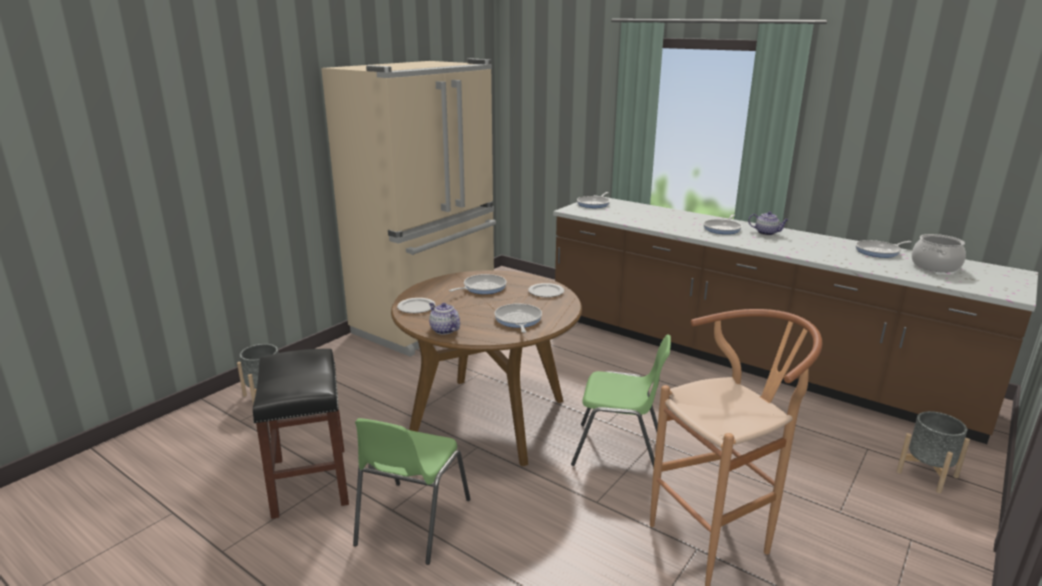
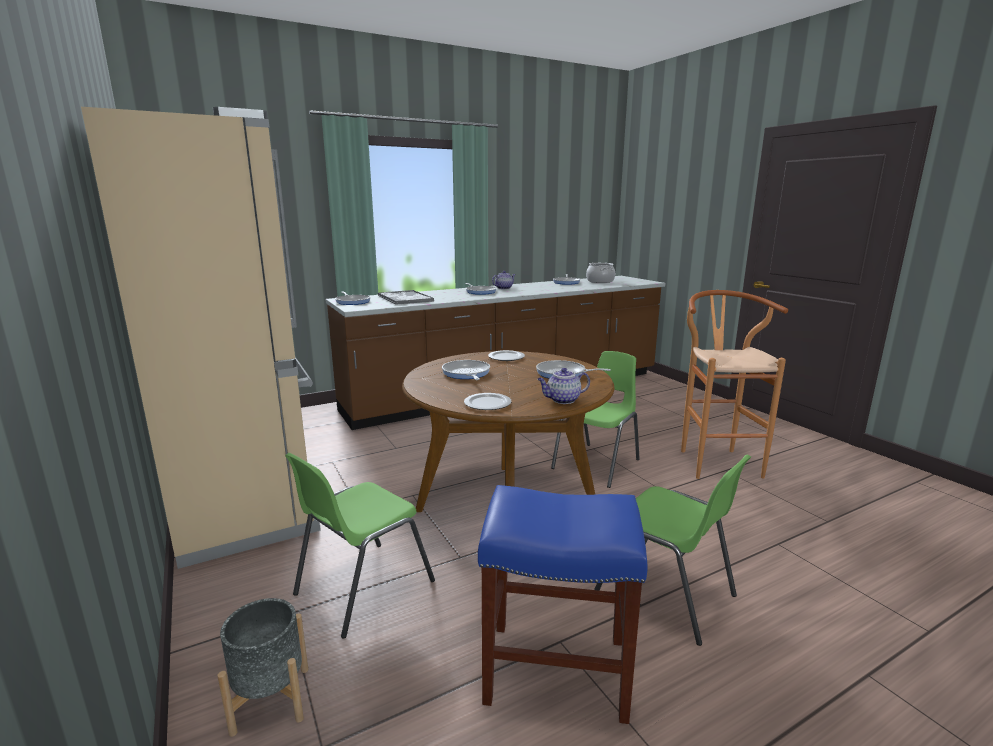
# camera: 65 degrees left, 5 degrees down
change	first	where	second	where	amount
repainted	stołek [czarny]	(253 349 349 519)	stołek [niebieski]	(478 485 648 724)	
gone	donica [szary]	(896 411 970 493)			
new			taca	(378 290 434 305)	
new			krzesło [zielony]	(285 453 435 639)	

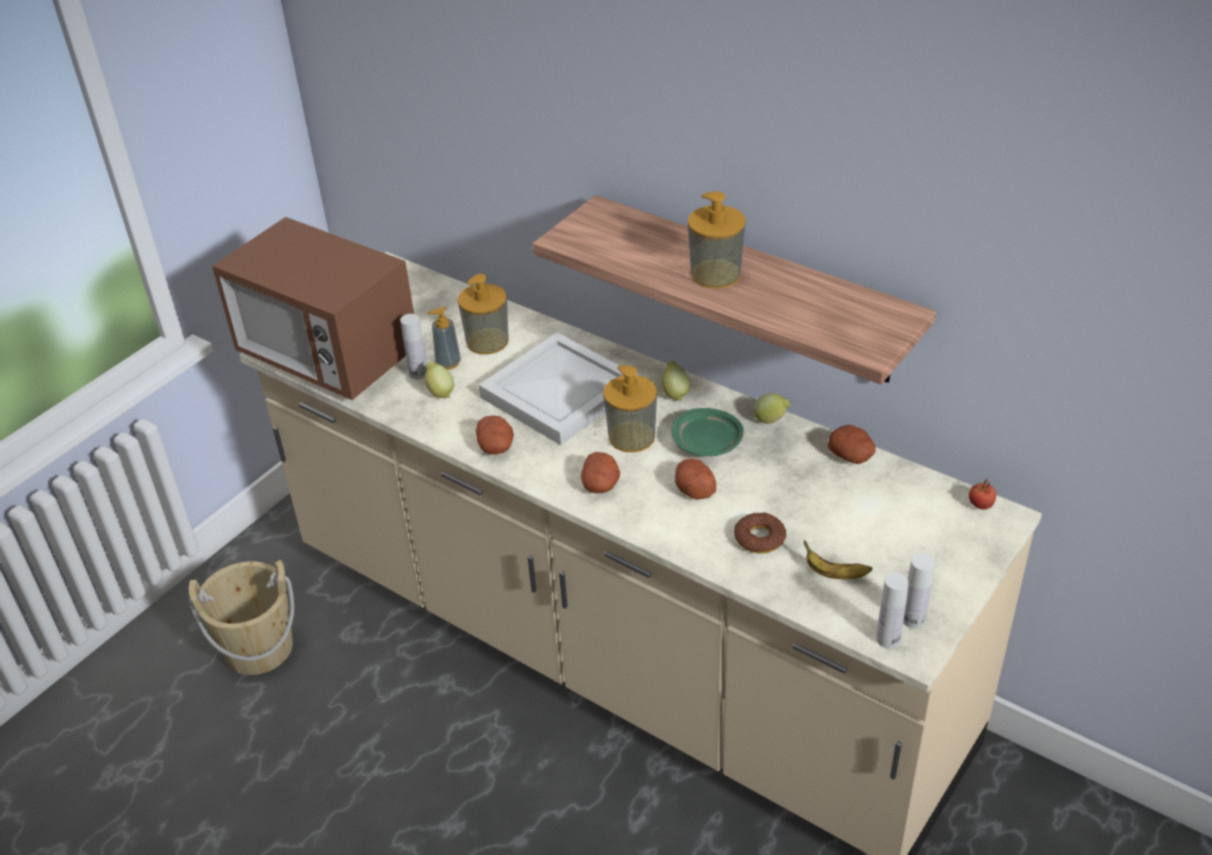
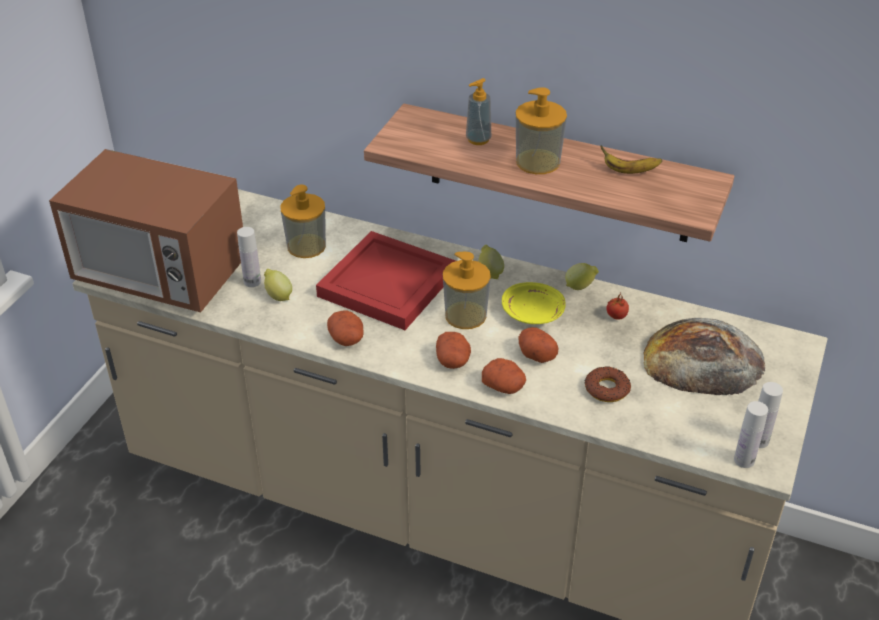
# camera: 15 degrees left, 0 degrees up
change	first	where	second	where	amount
shifted	dozownik mydła	(428 307 461 370)		(466 78 491 145)	
repainted	taca [biały]	(479 332 637 445)	taca [czerwony]	(316 231 456 330)	
repainted	talerz [zielony]	(671 408 744 456)	talerz [żółty]	(502 282 566 324)	
shifted	ziemniak	(828 425 876 464)		(482 358 526 394)	
shifted	pomidor	(969 478 996 509)		(606 293 629 320)	
shifted	banan	(804 540 872 579)		(600 145 662 174)	
gone	wiadro [beżowy]	(189 560 294 675)			
new			chleb	(643 318 766 395)	

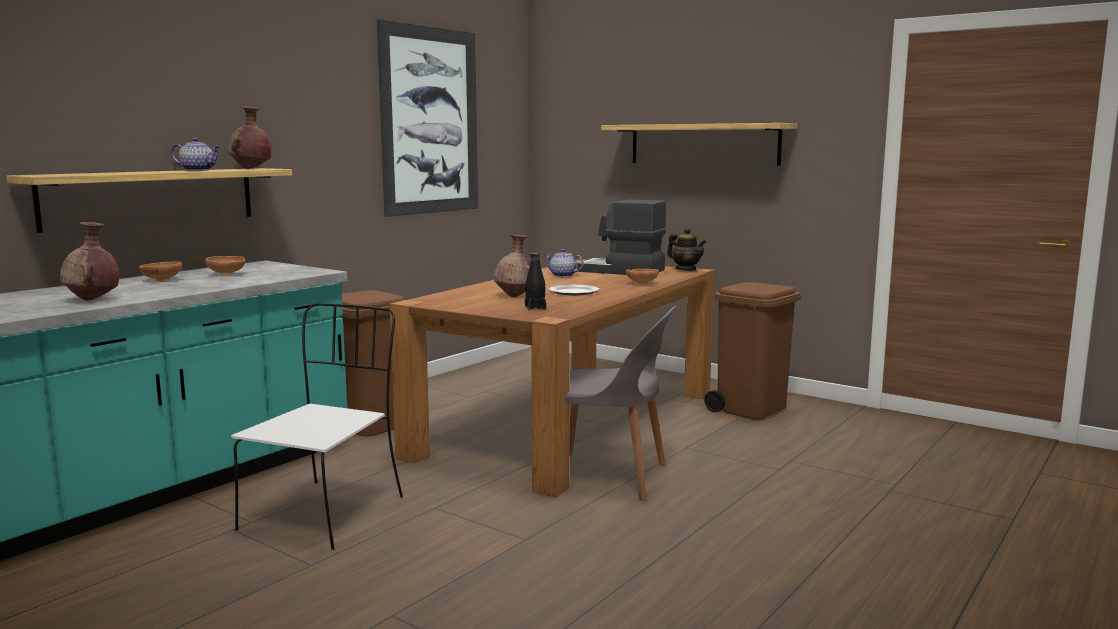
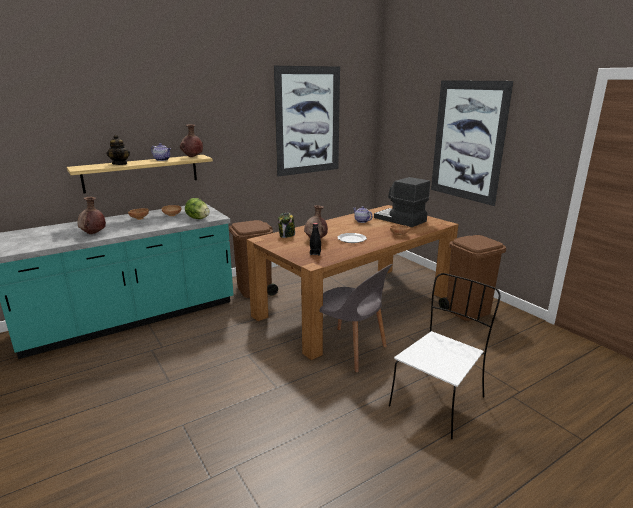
# camera: 20 degrees right, 10 degrees up
change	first	where	second	where	amount
swapped	półka	(601 123 797 166)	obraz	(431 80 514 206)	
shifted	imbryk	(667 227 706 271)		(106 135 130 165)	
shifted	krzesło [biały]	(231 303 403 550)		(389 273 501 439)	
new			sałata	(185 198 210 219)	
new			słoik	(278 213 295 238)	

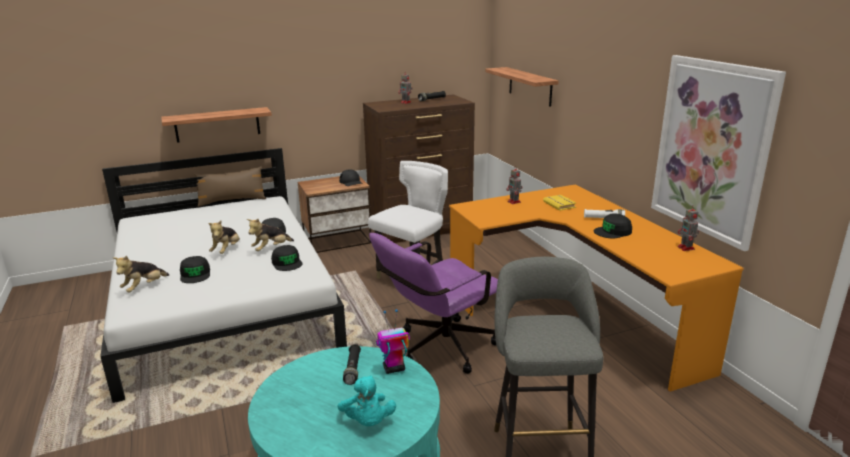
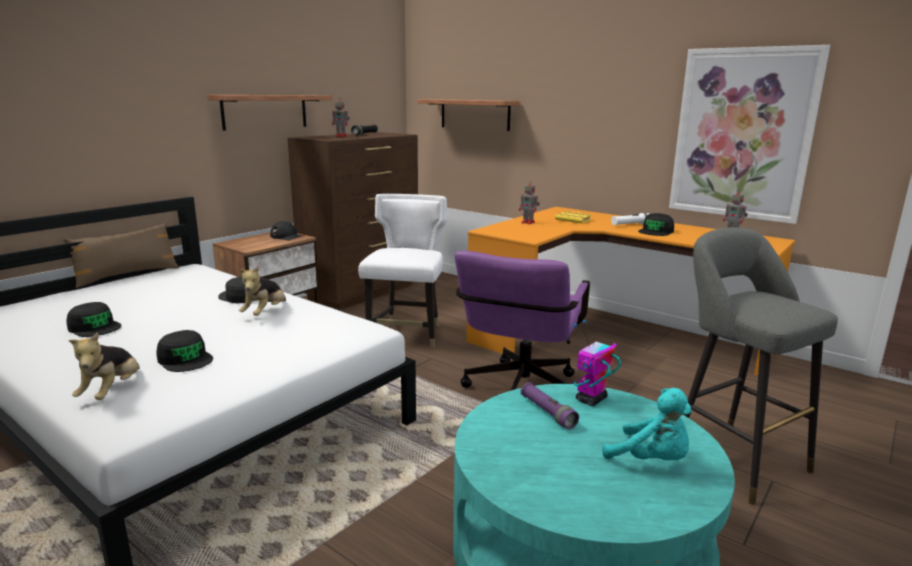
# camera: 30 degrees left, 5 degrees down
change	first	where	second	where	amount
shifted	półka	(161 107 272 143)		(207 95 333 131)	
gone	pluszak	(208 220 240 254)			
shifted	czapka z daszkiem [czarny]	(271 245 302 271)		(66 302 121 337)	
repainted	latarka [czarny]	(343 344 361 385)	latarka [fioletowy]	(521 382 579 429)	

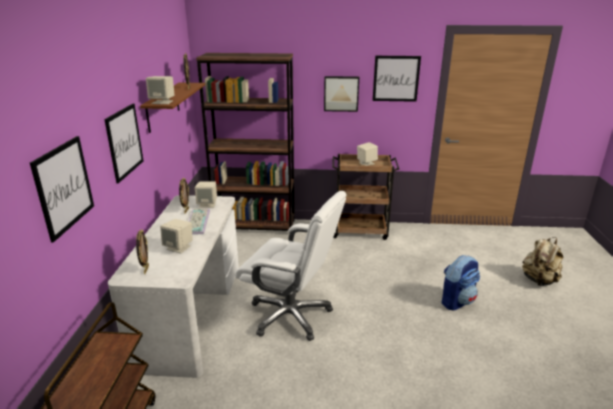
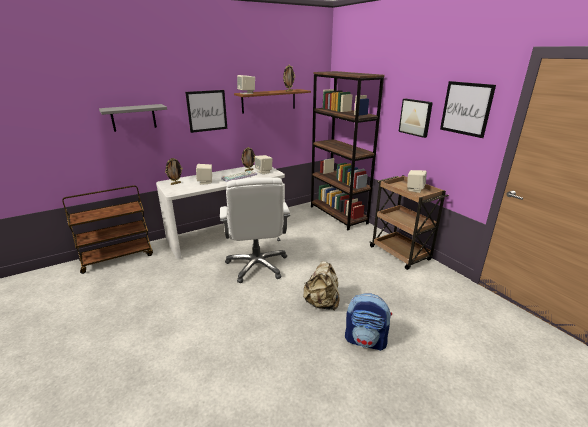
# camera: 55 degrees right, 0 degrees up
change	first	where	second	where	amount
swapped	obraz	(30 136 94 242)	półka [szary]	(99 104 167 132)	
shifted	plecak [beżowy]	(522 237 563 286)		(303 261 340 310)	

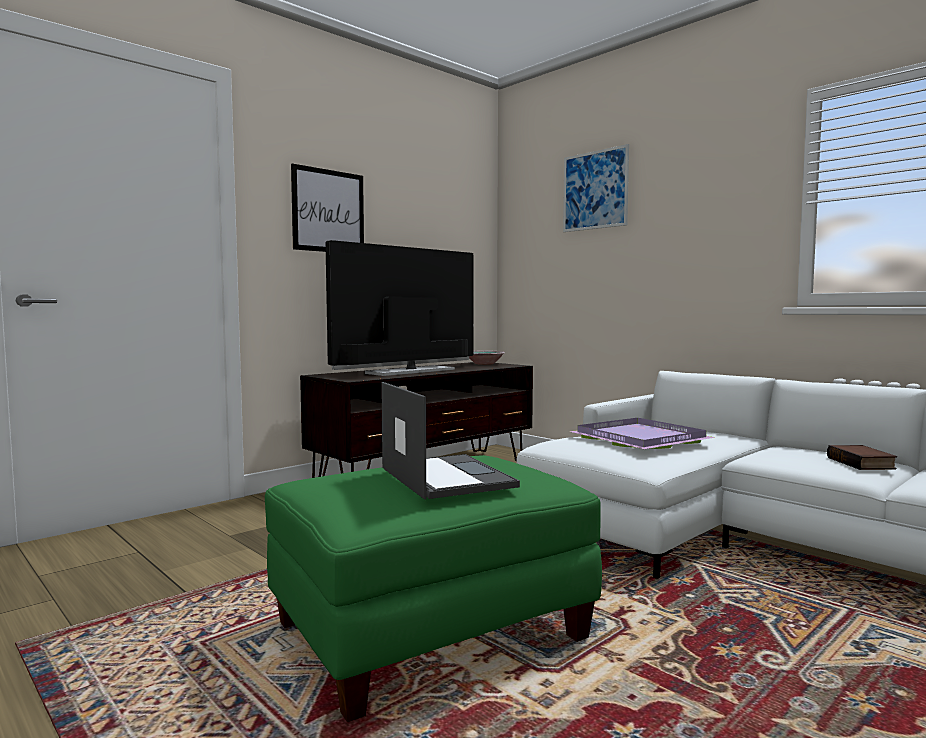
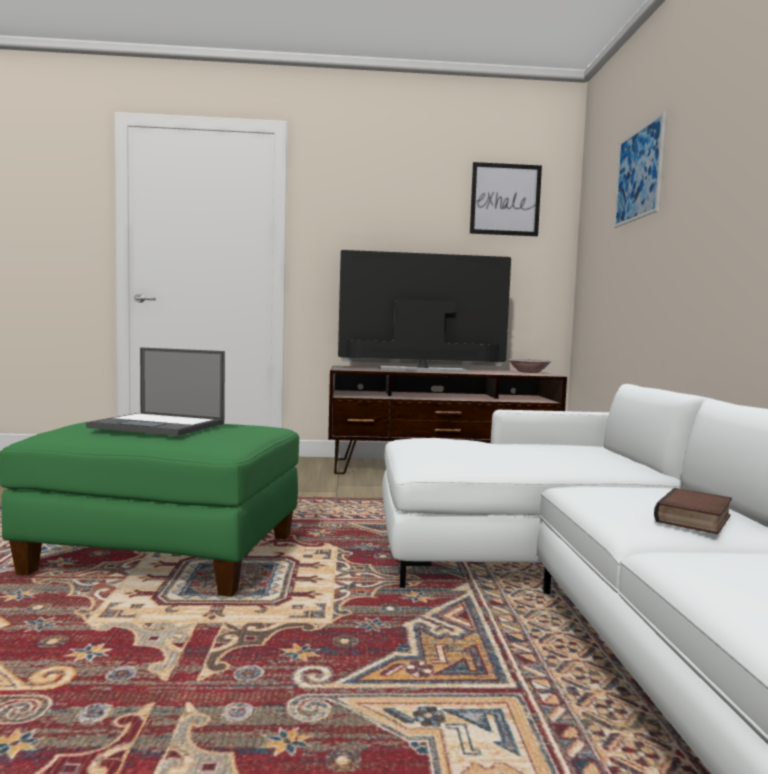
# camera: 40 degrees right, 0 degrees up
change	first	where	second	where	amount
shifted	obraz	(291 164 364 252)		(470 162 542 236)	
rotated	laptop	(381 382 520 499)		(86 347 225 436)	90 degrees clockwise
gone	taca [fioletowy]	(569 418 716 449)			

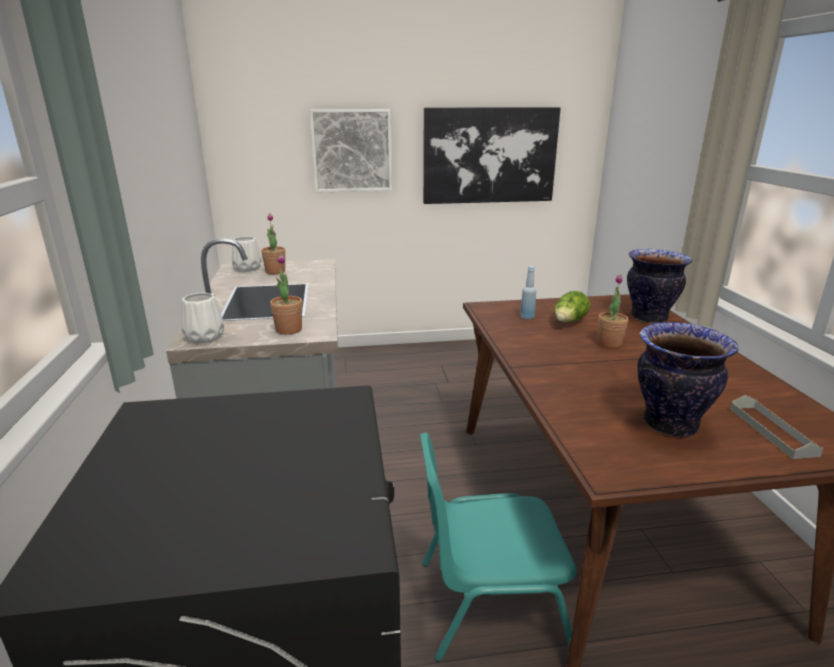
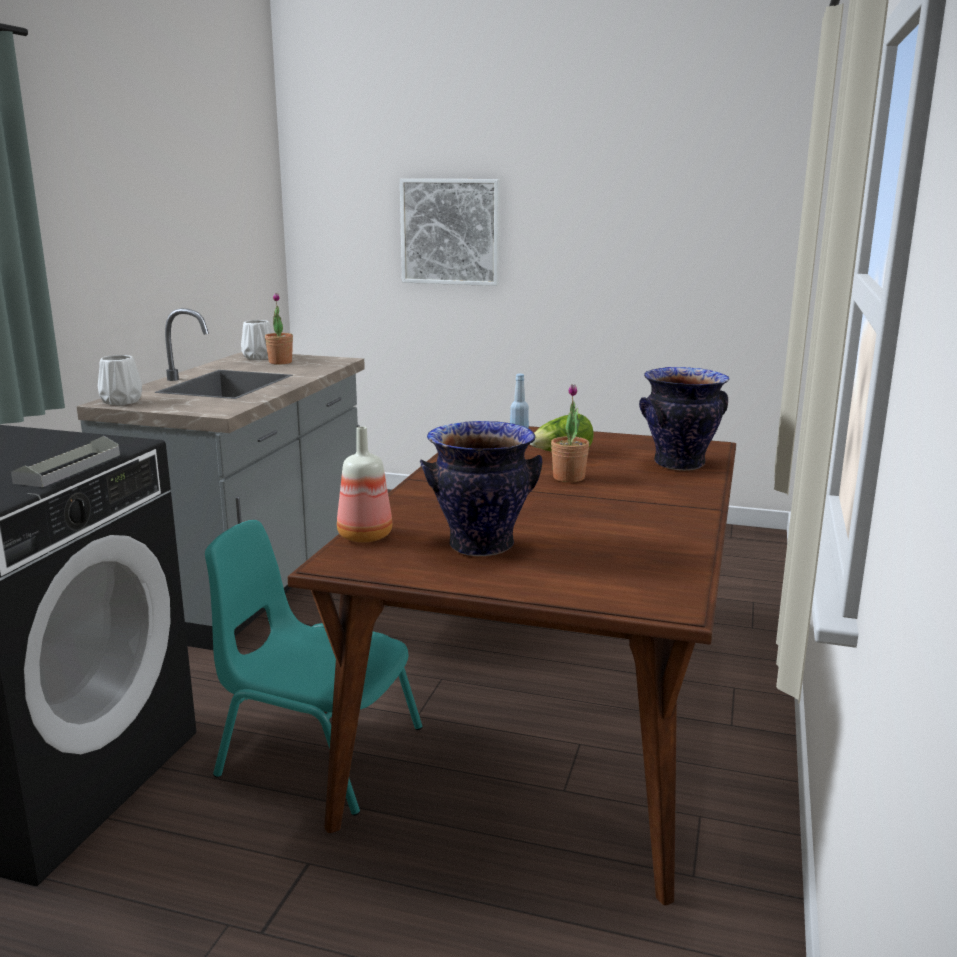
# camera: 25 degrees right, 5 degrees down
change	first	where	second	where	amount
gone	obraz	(423 107 561 204)			
gone	roślina doniczkowa	(270 254 302 335)			
shifted	taca [szary]	(730 395 823 459)		(11 436 120 487)	
new			butelka	(337 426 392 543)	

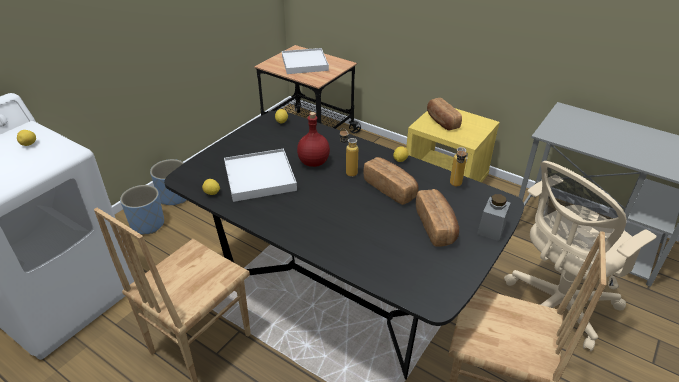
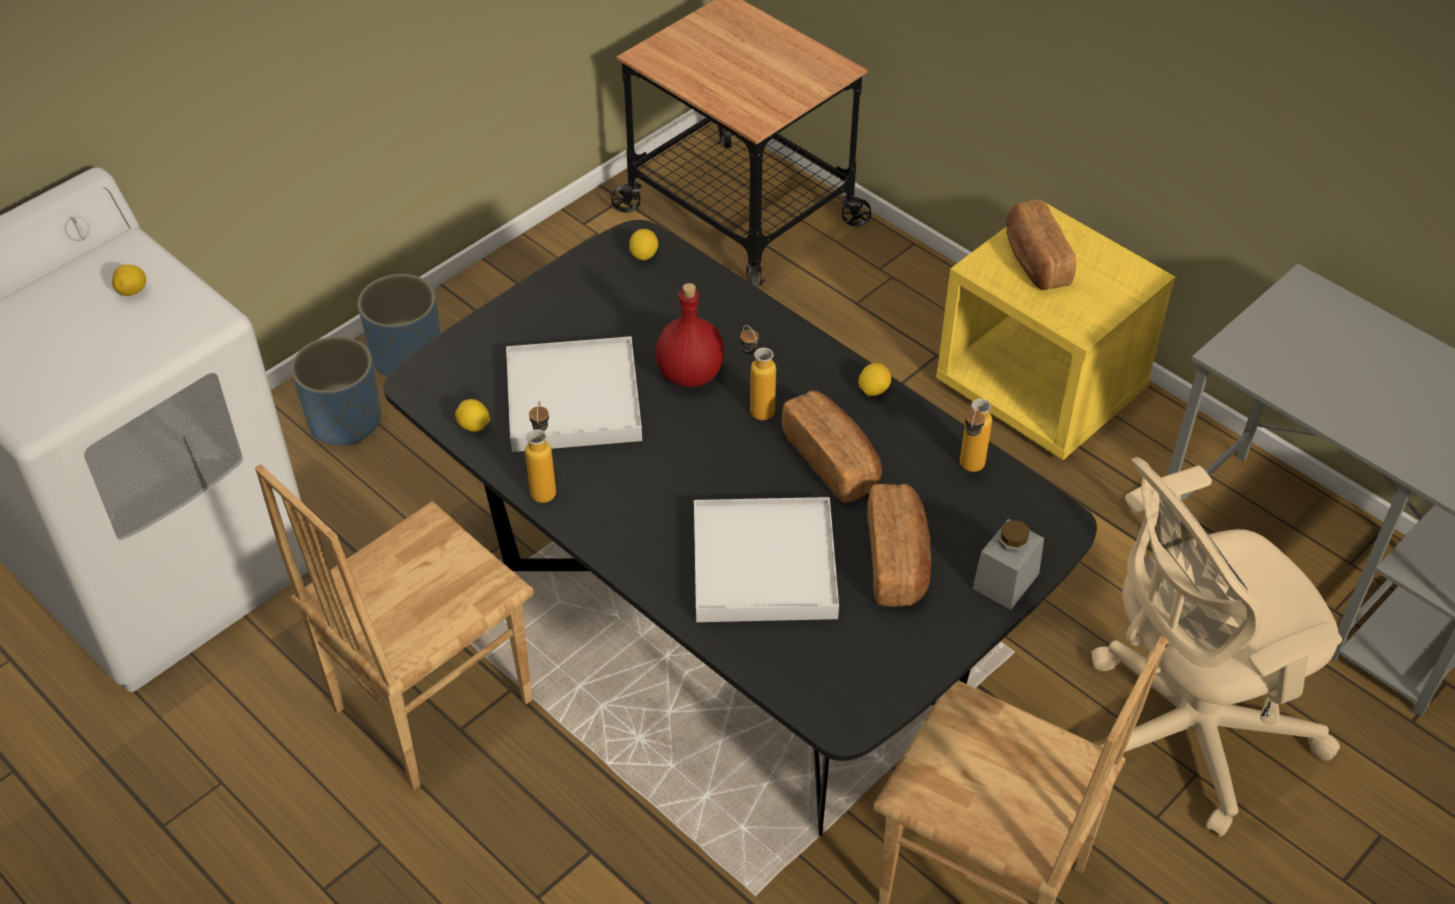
# camera: 10 degrees right, 10 degrees up
change	first	where	second	where	amount
shifted	taca [biały]	(282 48 329 74)		(694 497 839 622)	
new			butelka	(525 401 556 503)	

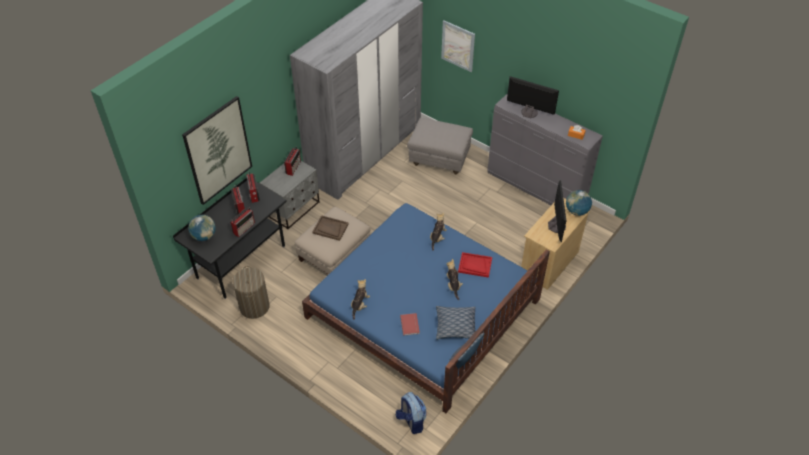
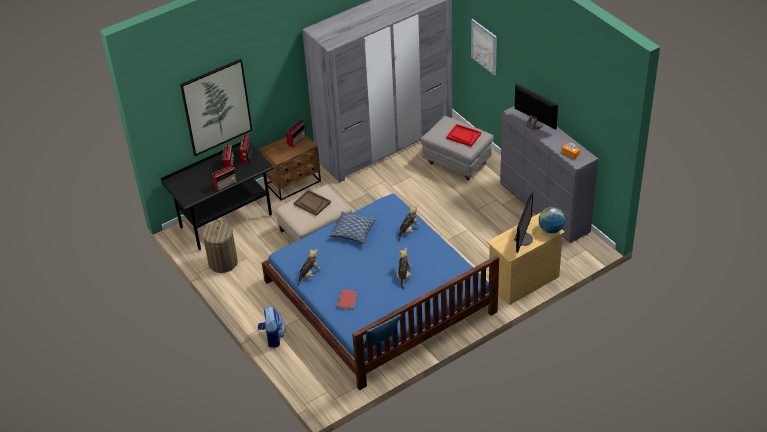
# camera: 20 degrees right, 5 degrees down
change	first	where	second	where	amount
repainted	szafka nocna [szary]	(260 161 319 229)	szafka nocna [brązowy]	(260 135 321 201)	
gone	globus	(188 215 216 241)			
shifted	taca [czerwony]	(458 252 492 278)		(446 124 481 147)	
shifted	poduszka	(436 306 476 340)		(329 211 376 244)	
shifted	plecak	(396 392 427 434)		(258 306 286 348)	

